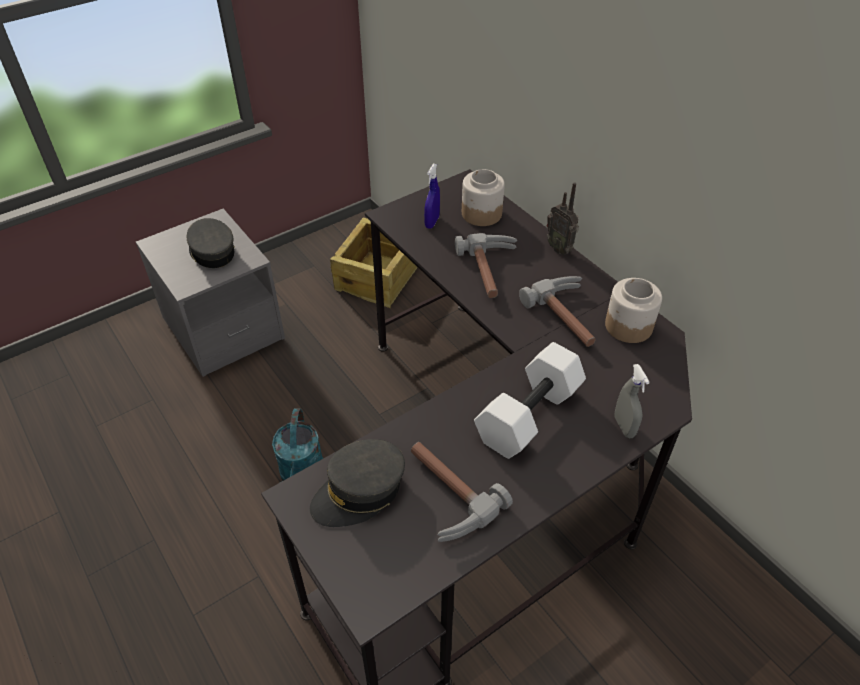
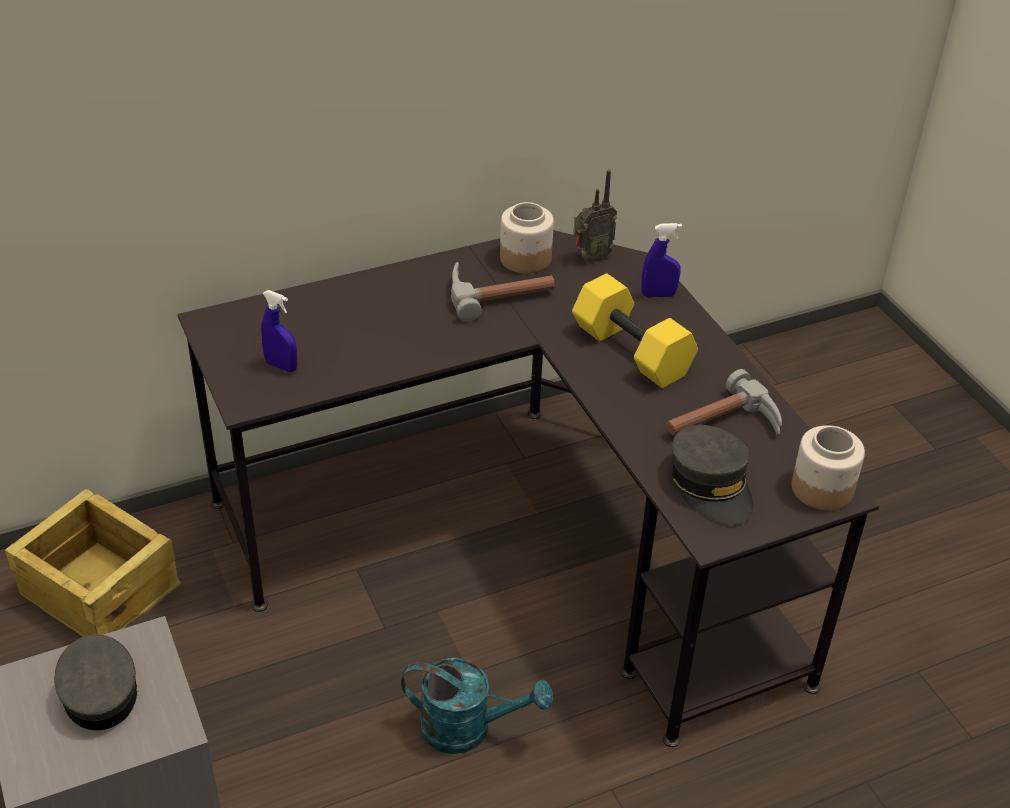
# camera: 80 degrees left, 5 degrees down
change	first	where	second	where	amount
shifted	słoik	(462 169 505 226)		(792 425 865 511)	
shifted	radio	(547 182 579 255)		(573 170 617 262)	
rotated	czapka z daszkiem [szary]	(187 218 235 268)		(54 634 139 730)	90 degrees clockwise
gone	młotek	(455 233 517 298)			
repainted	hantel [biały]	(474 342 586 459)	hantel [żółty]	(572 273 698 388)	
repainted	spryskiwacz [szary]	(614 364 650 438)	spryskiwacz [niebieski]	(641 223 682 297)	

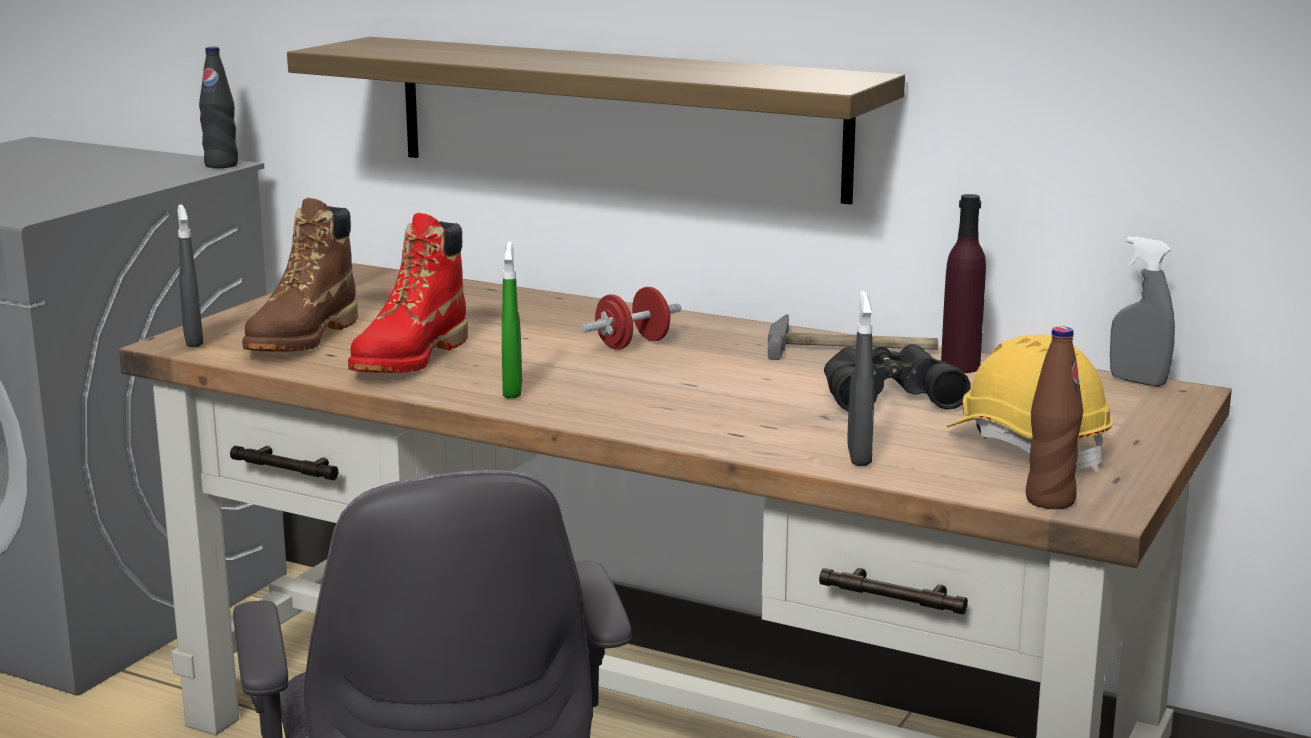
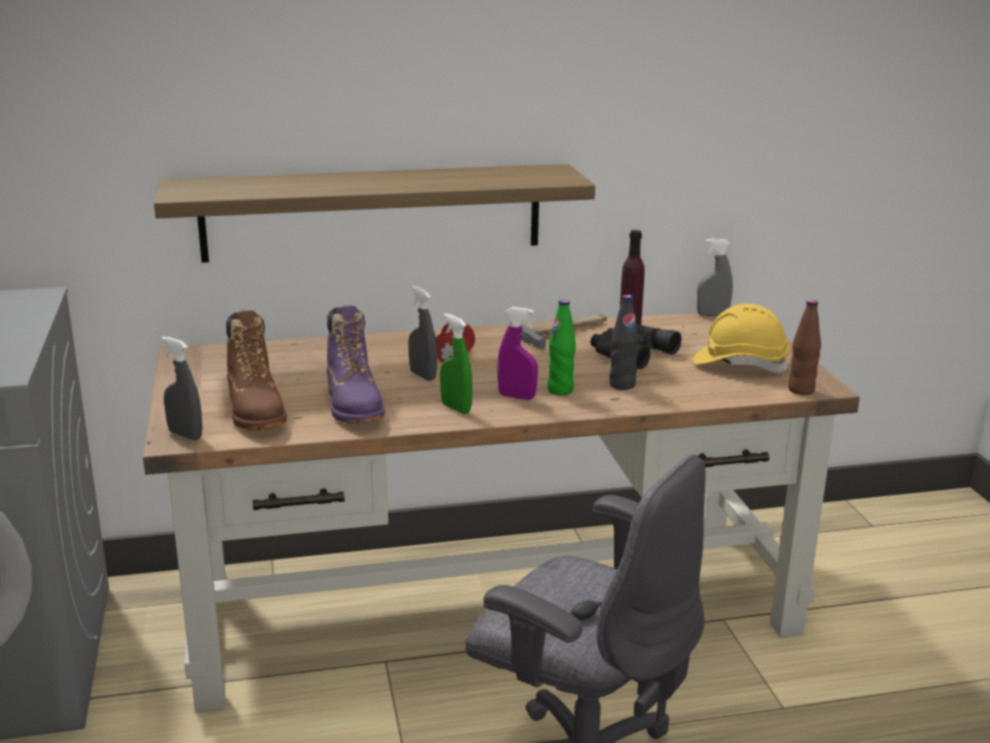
# camera: 40 degrees left, 5 degrees up
change	first	where	second	where	amount
shifted	butelka [czarny]	(199 47 238 168)		(609 295 639 390)	
repainted	but z cholewką [czerwony]	(348 213 468 373)	but z cholewką [fioletowy]	(327 305 385 424)	
shifted	spryskiwacz [szary]	(847 291 874 466)		(408 286 437 381)	
new			butelka [zielony]	(547 299 576 396)	
new			spryskiwacz [fioletowy]	(497 307 538 400)	

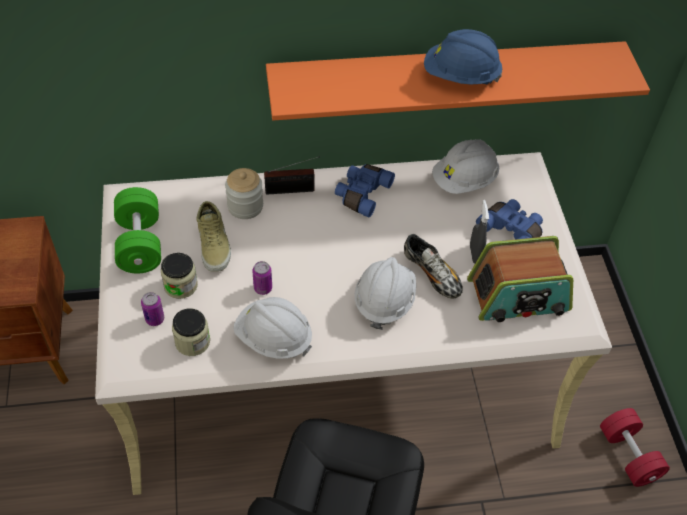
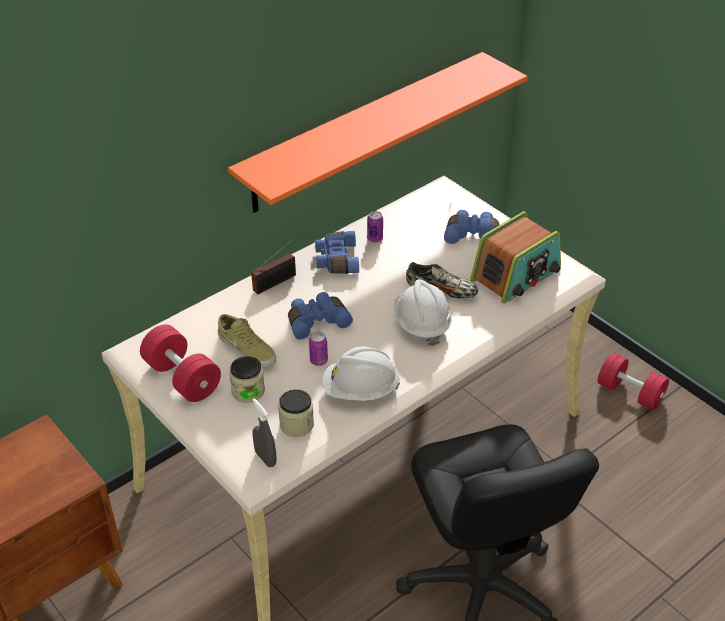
# camera: 30 degrees left, 10 degrees down
change	first	where	second	where	amount
gone	kask [niebieski]	(424 29 502 84)			
gone	kask [biały]	(432 139 499 194)			
gone	słoik	(225 168 263 219)			
repainted	hantel [zielony]	(114 187 161 274)	hantel [czerwony]	(140 324 221 402)	
shifted	spryskiwacz [szary]	(470 200 489 263)		(252 398 277 467)	
shifted	puszka	(141 292 164 326)		(367 211 383 243)	
new			lornetka [niebieski]	(288 292 353 340)	

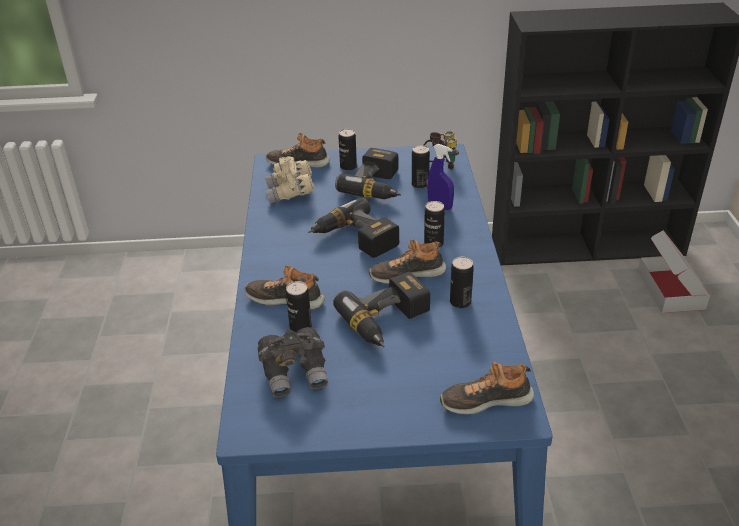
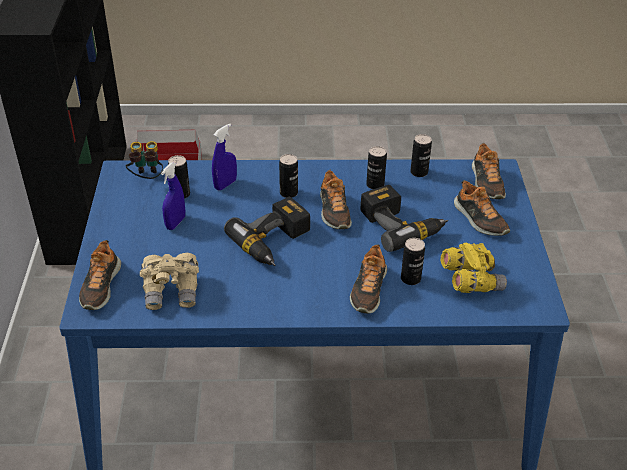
# camera: 90 degrees left, 5 degrees up
change	first	where	second	where	amount
shifted	puszka	(338 129 357 171)		(410 134 432 177)	
swapped	wiertarka	(335 148 401 199)	spryskiwacz [niebieski]	(161 162 185 230)	
repainted	lornetka [szary]	(258 327 328 397)	lornetka [żółty]	(441 242 507 293)	
new			but	(454 180 510 236)	

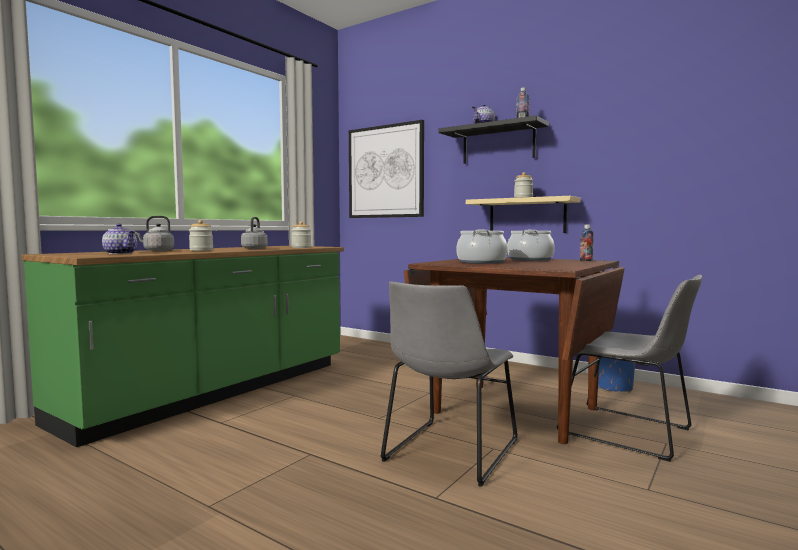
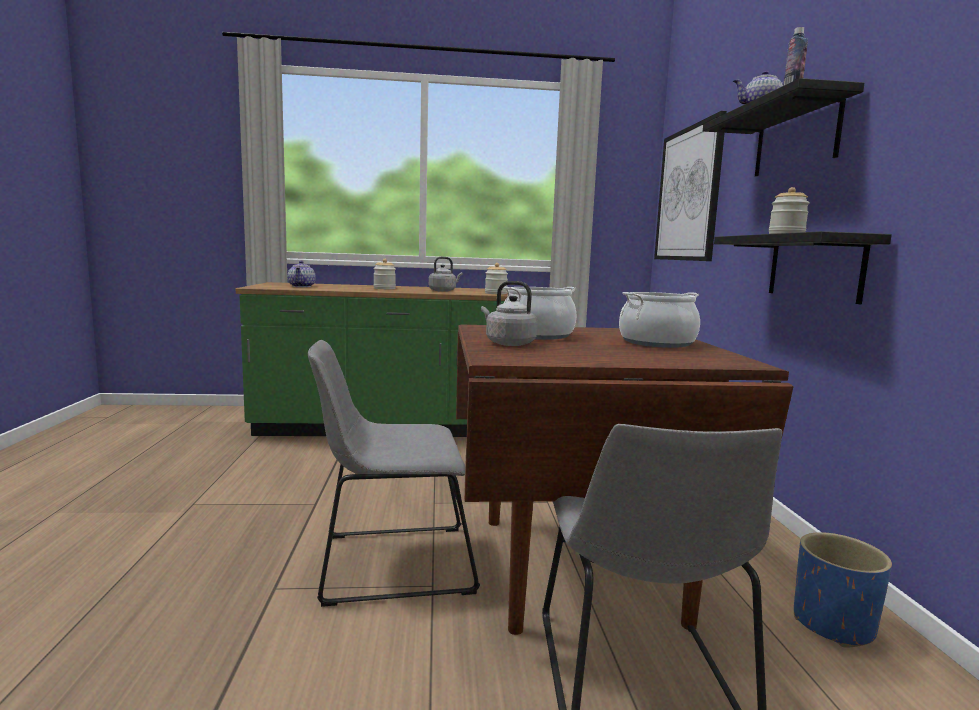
# camera: 50 degrees right, 5 degrees up
change	first	where	second	where	amount
repainted	półka [beżowy]	(466 196 581 233)	półka [czarny]	(714 231 892 304)	
shifted	czajnik [szary]	(135 216 174 251)		(481 281 537 346)	
gone	butelka	(580 225 594 261)			

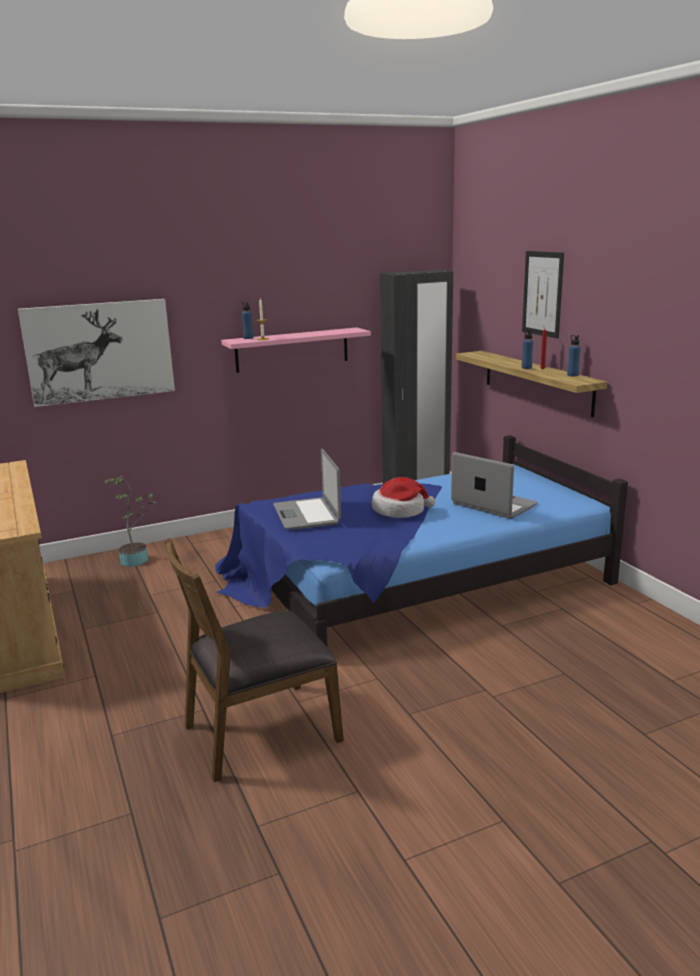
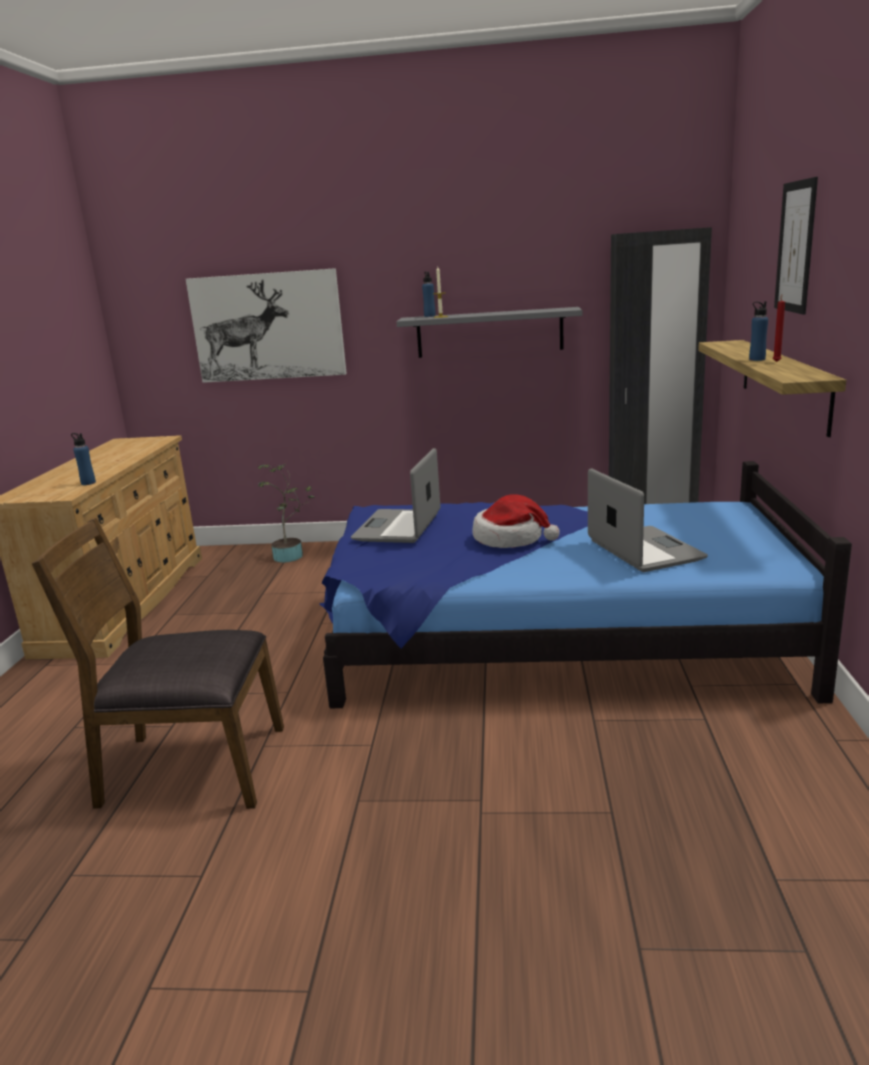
# camera: 30 degrees right, 0 degrees up
change	first	where	second	where	amount
repainted	półka [różowy]	(221 327 371 373)	półka [szary]	(396 307 582 358)	
shifted	butelka [niebieski]	(567 335 580 376)		(71 433 96 485)	

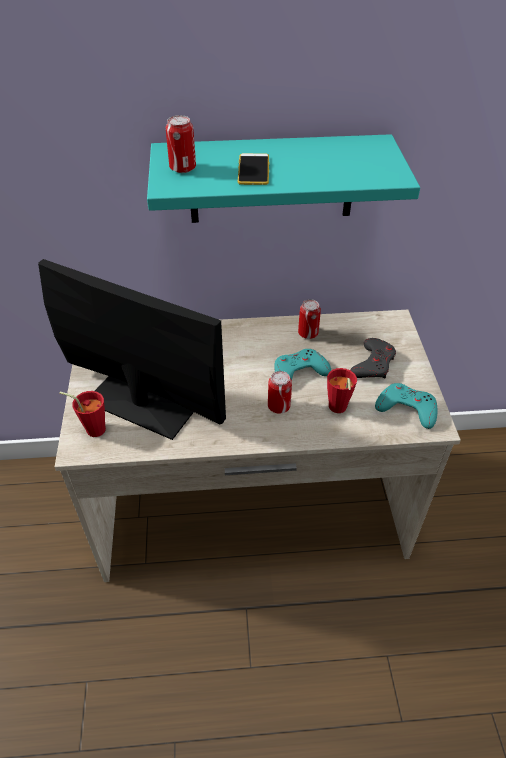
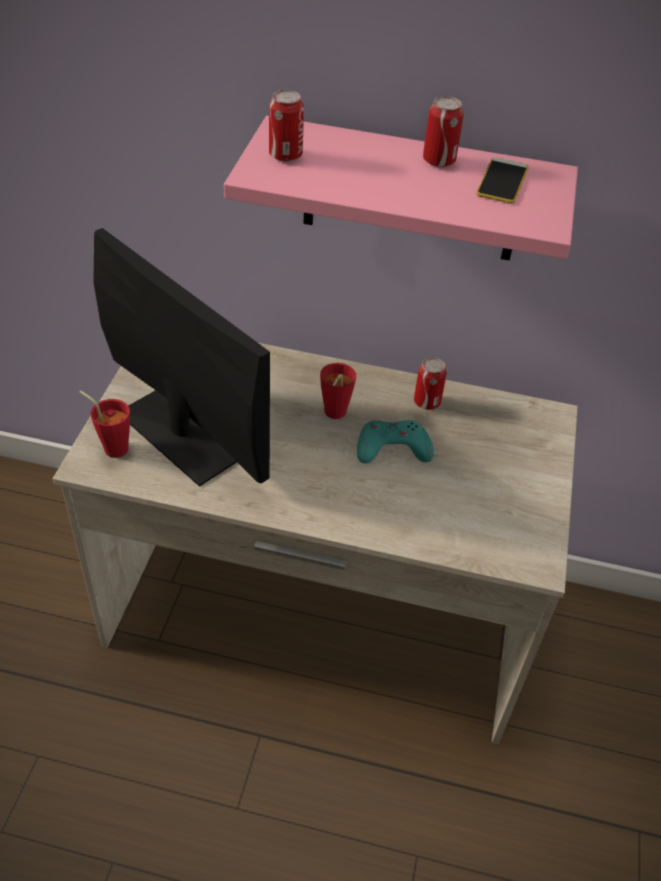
# camera: 15 degrees right, 0 degrees up
change	first	where	second	where	amount
repainted	półka [turkusowy]	(147 134 420 223)	półka [różowy]	(224 116 578 261)	
shifted	telefon	(238 153 269 185)		(476 157 529 204)	
gone	pad do gier [szary]	(350 338 396 378)			
shifted	filiżanka [czerwony]	(327 368 357 413)		(320 363 356 419)	
shifted	puszka	(268 371 292 414)		(423 96 464 167)	
gone	pad do gier [turkusowy]	(375 383 437 429)			

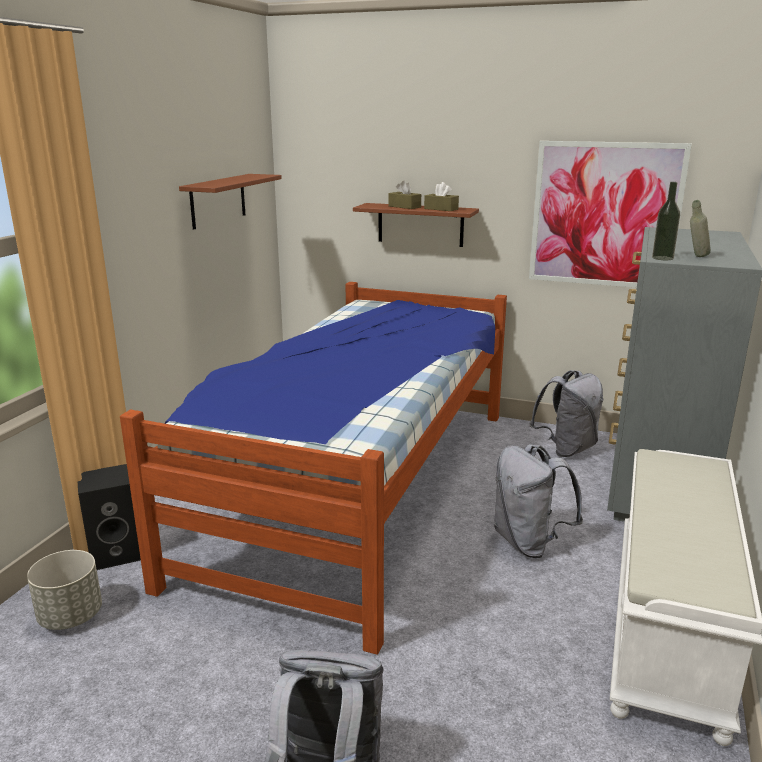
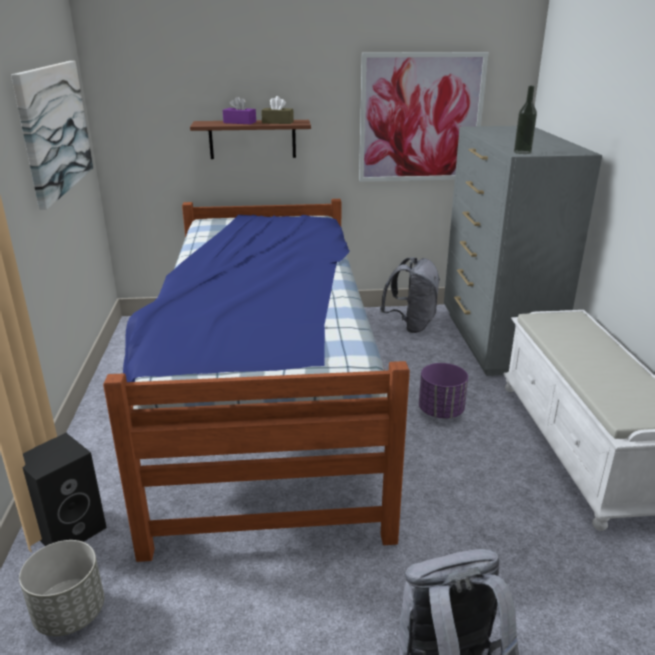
# camera: 25 degrees left, 5 degrees up
change	first	where	second	where	amount
swapped	półka [brązowy]	(179 174 282 229)	obraz	(11 61 93 210)	
repainted	pudełko chusteczek [brązowy]	(389 181 421 209)	pudełko chusteczek [fioletowy]	(223 96 256 124)	
gone	butelka [szary]	(690 200 711 257)			
swapped	plecak [szary]	(494 444 583 558)	donica [fioletowy]	(419 363 468 419)	

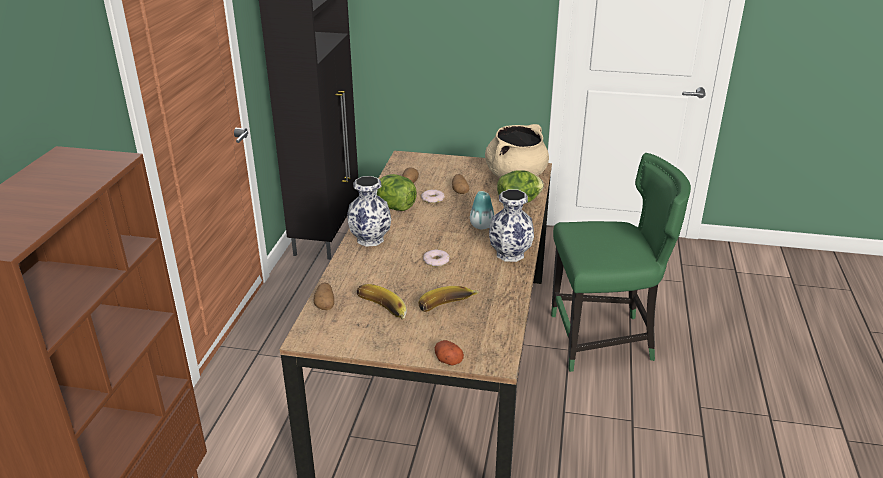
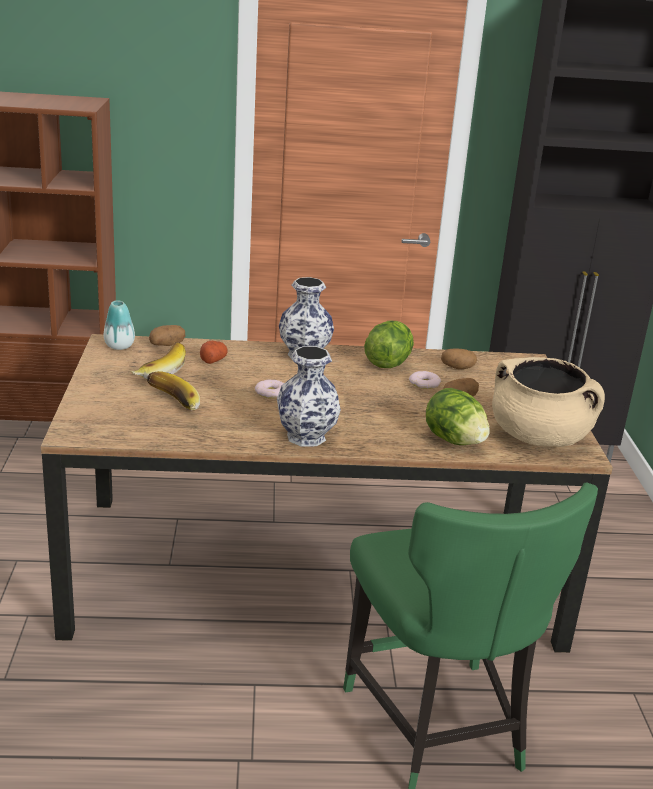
# camera: 75 degrees right, 5 degrees down
change	first	where	second	where	amount
shifted	wazon	(470 191 494 229)		(104 300 135 350)	
shifted	ziemniak	(435 340 464 366)		(200 341 227 364)	

